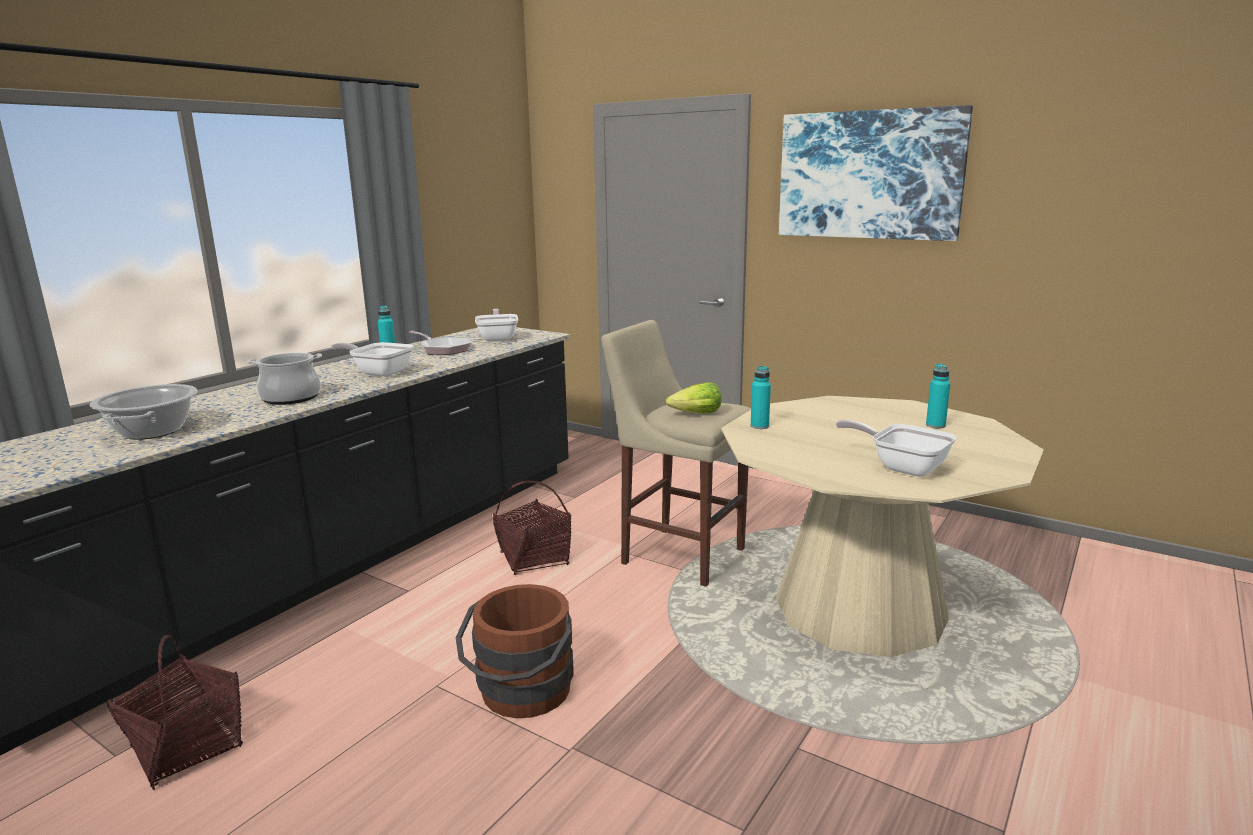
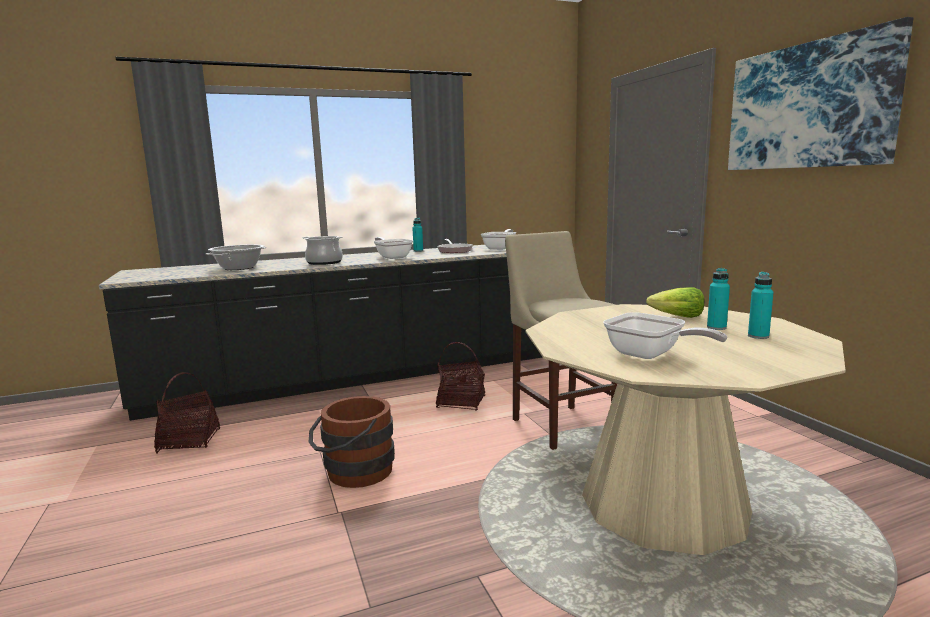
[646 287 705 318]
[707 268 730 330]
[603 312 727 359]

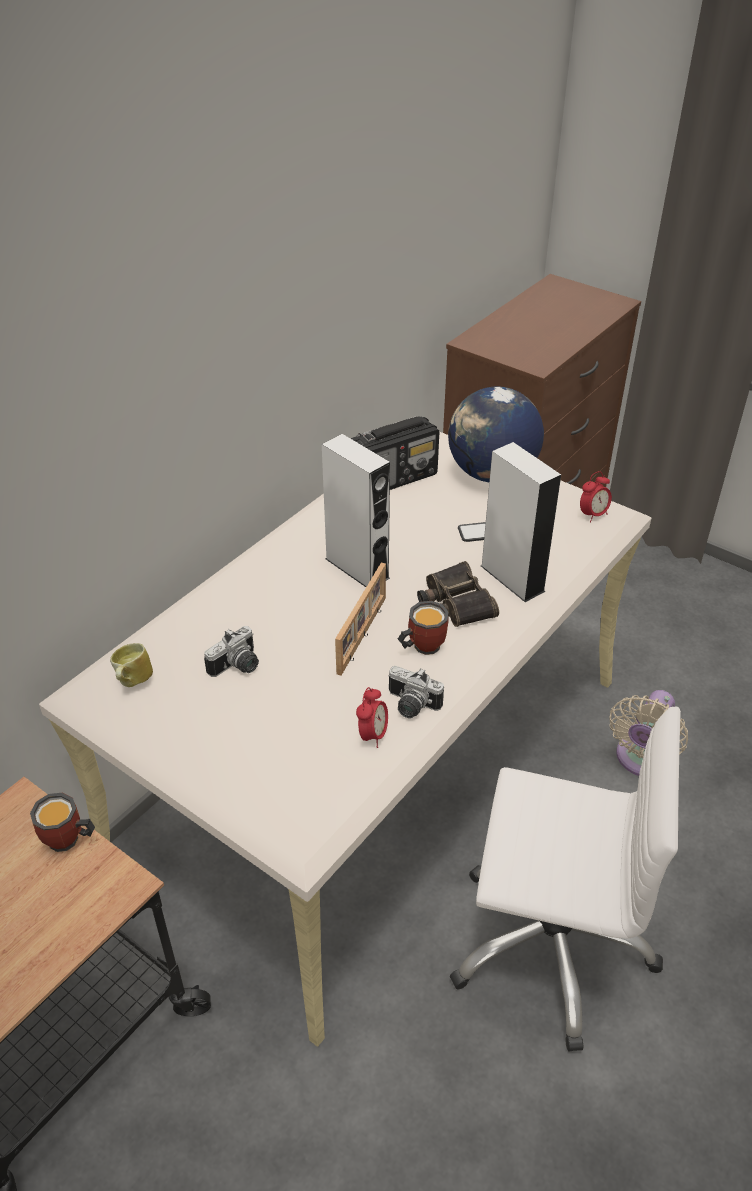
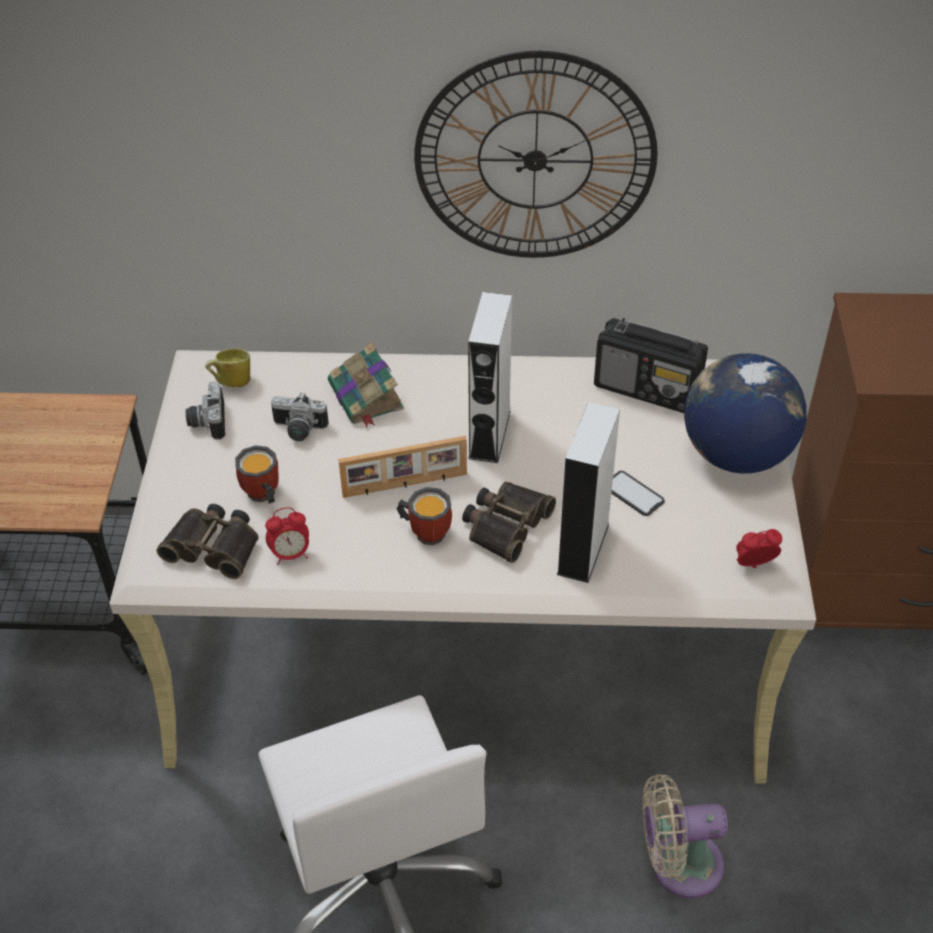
[235 445 279 504]
[186 382 225 440]
[736 529 782 568]
[156 504 259 579]
[328 343 404 428]
[414 51 658 258]

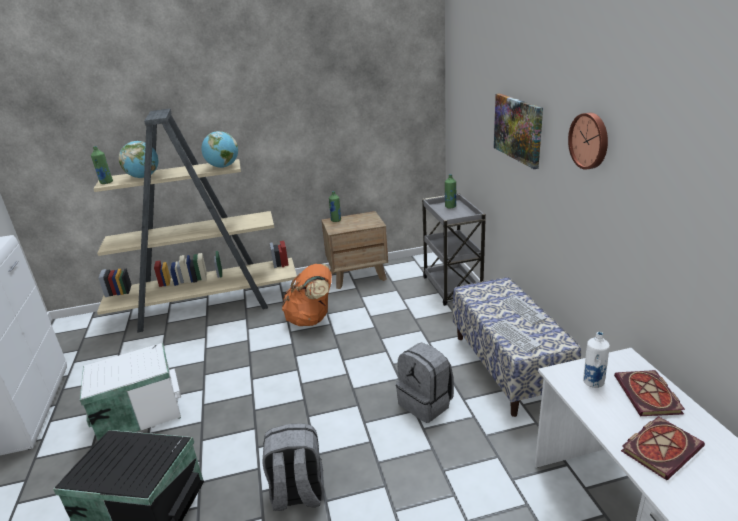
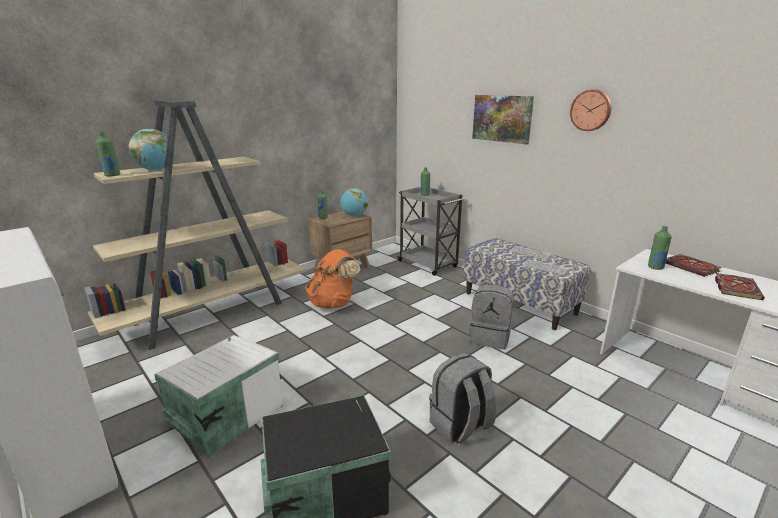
[340 189 368 217]
[648 226 672 270]

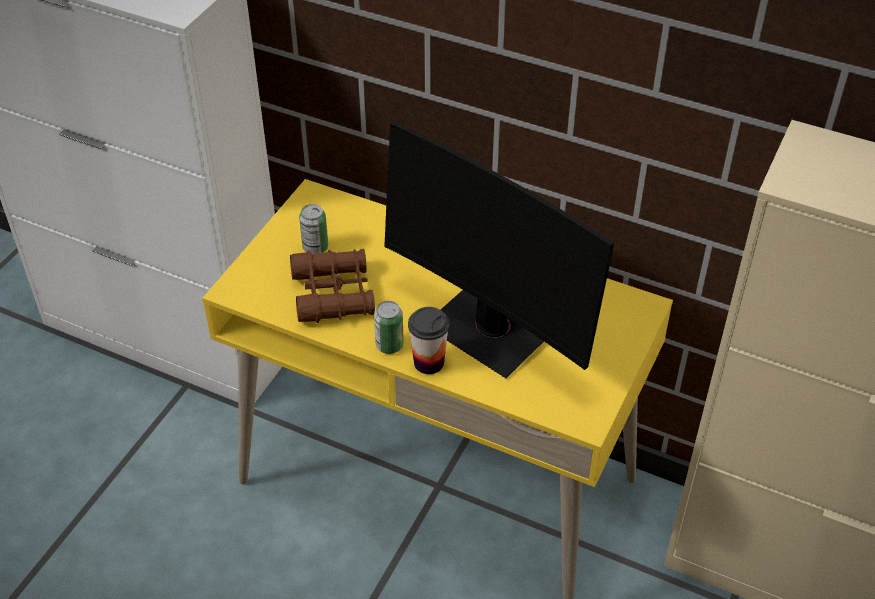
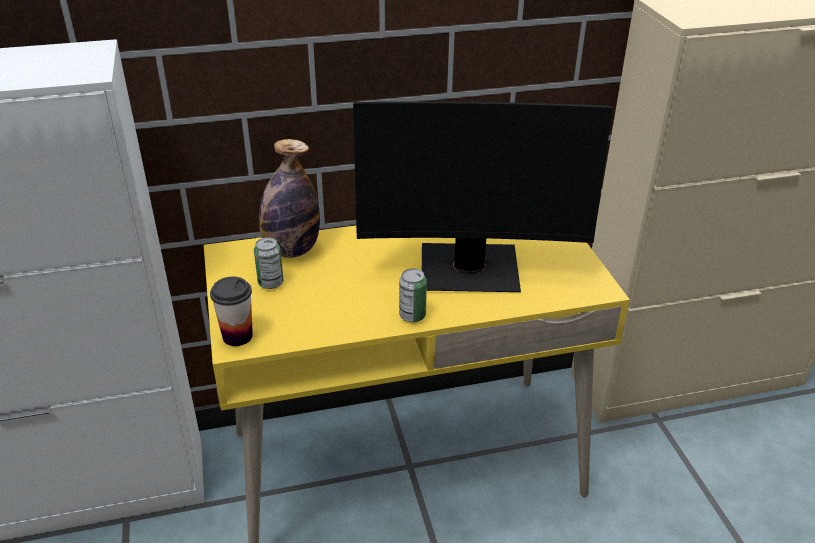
[290 249 375 323] (first image)
[210 276 253 346]
[259 139 320 258]

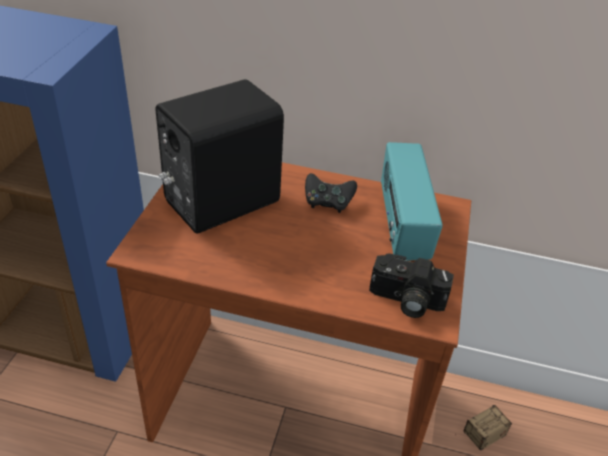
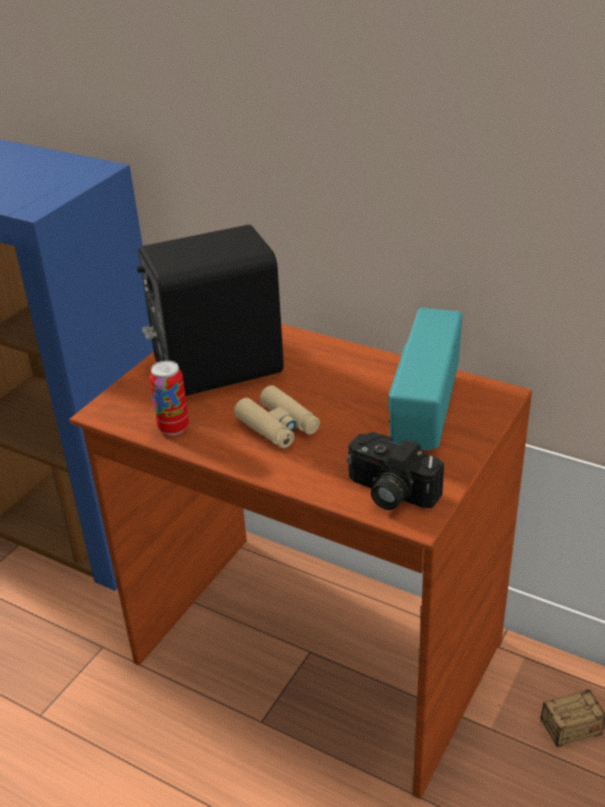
[305 173 357 213] (first image)
[150 360 189 435]
[234 385 320 448]

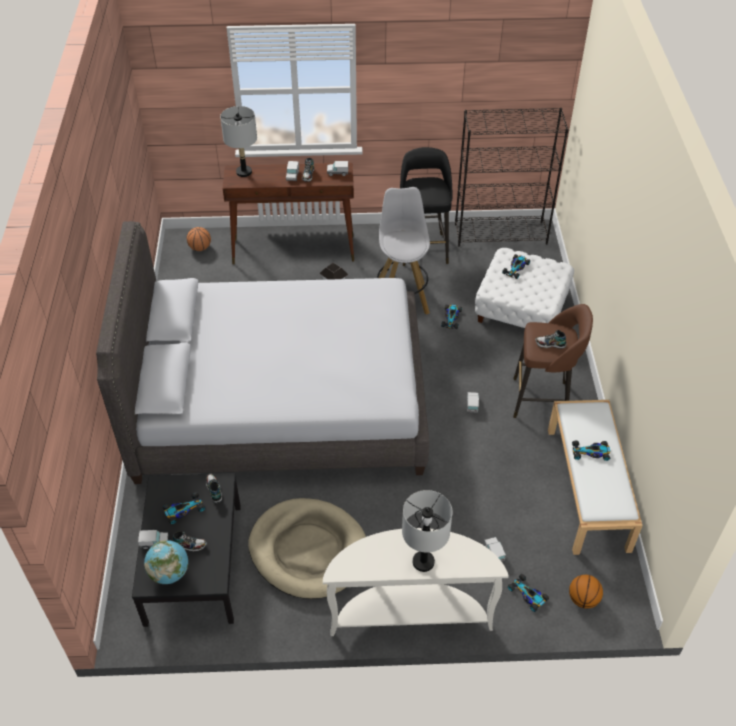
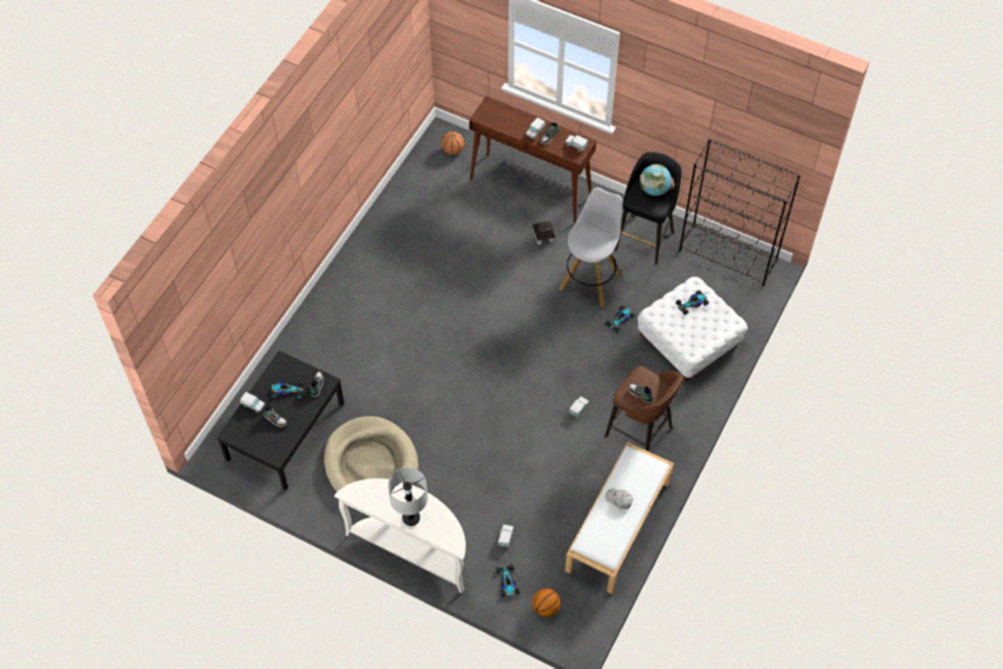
[96 221 430 484] (first image)
[640 164 671 196]
[220 106 257 177] (first image)
[605 489 633 509]

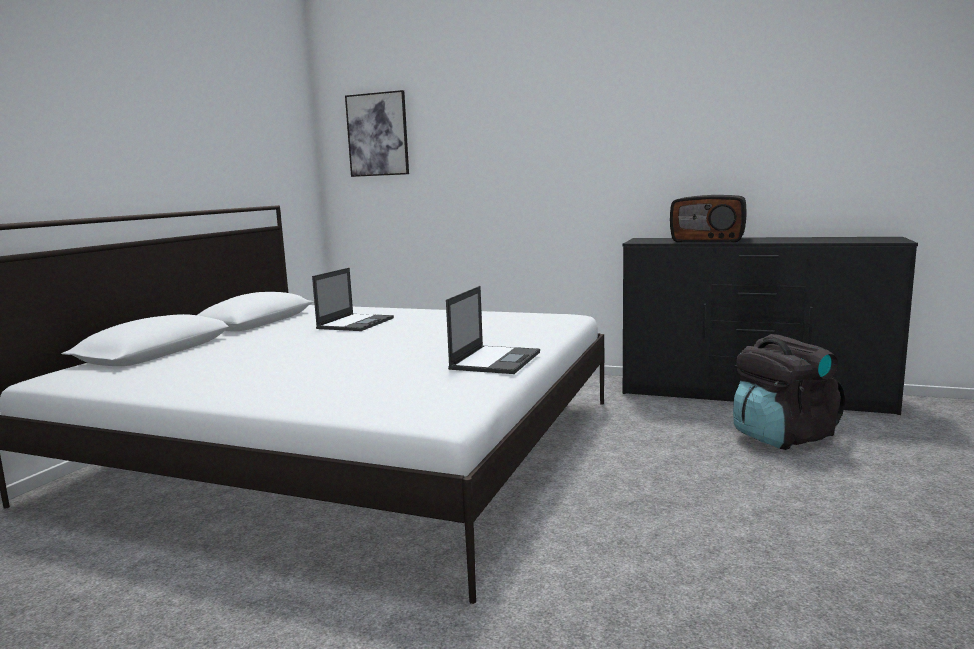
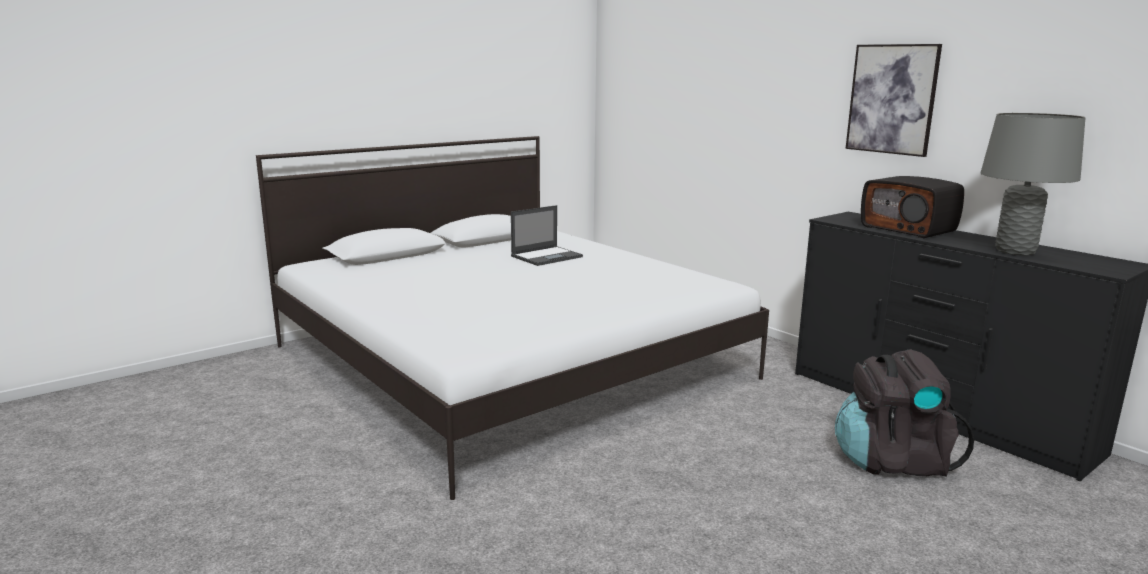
[846 44 942 157]
[446 286 540 374] (first image)
[981 113 1086 255]

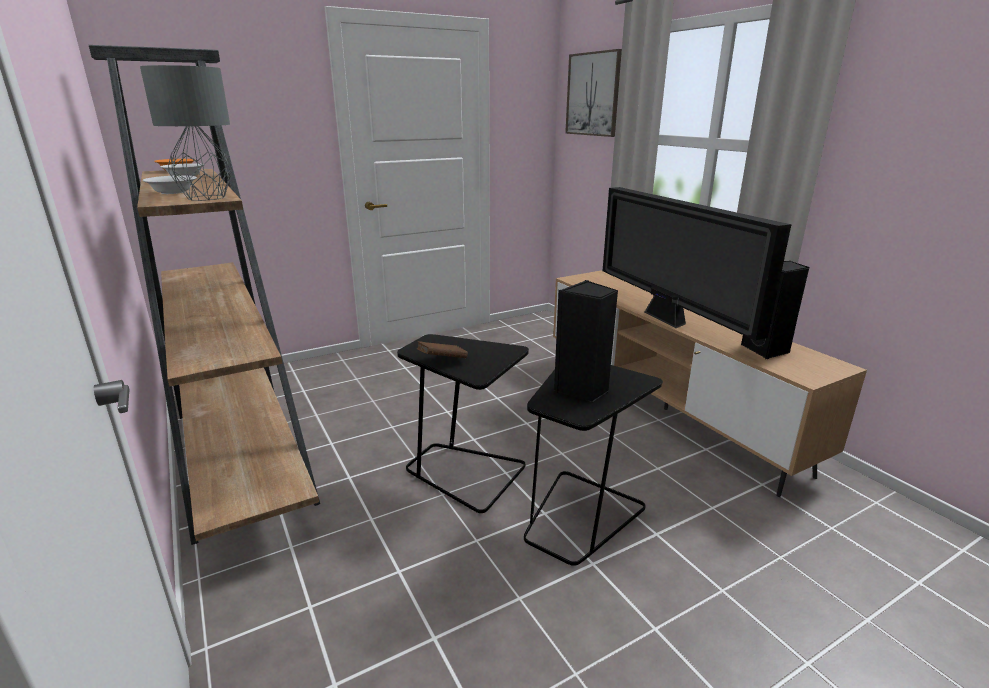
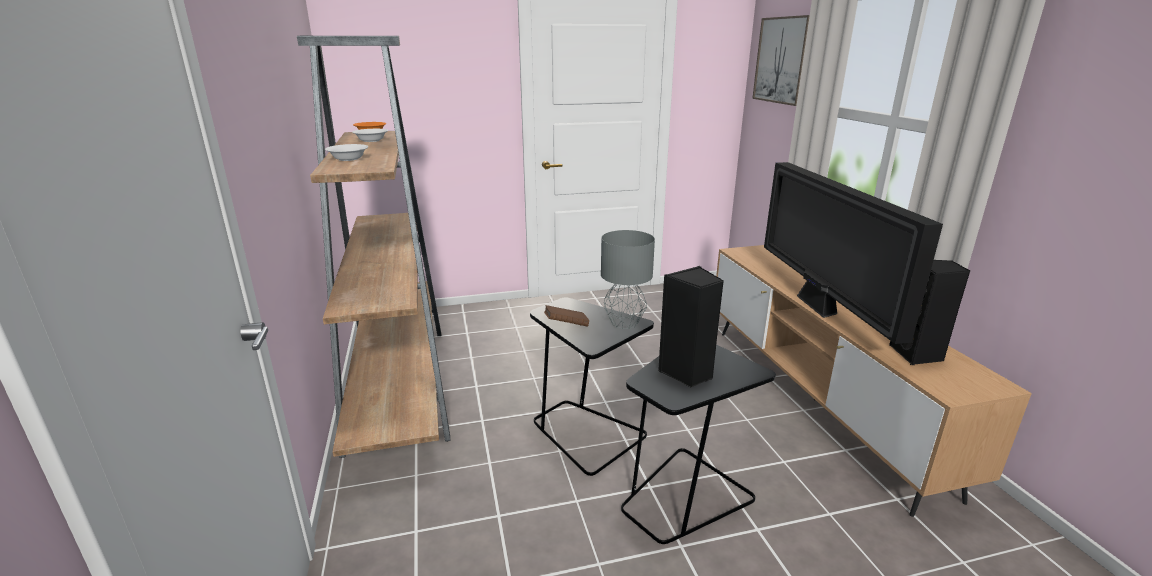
[601 230 655 329]

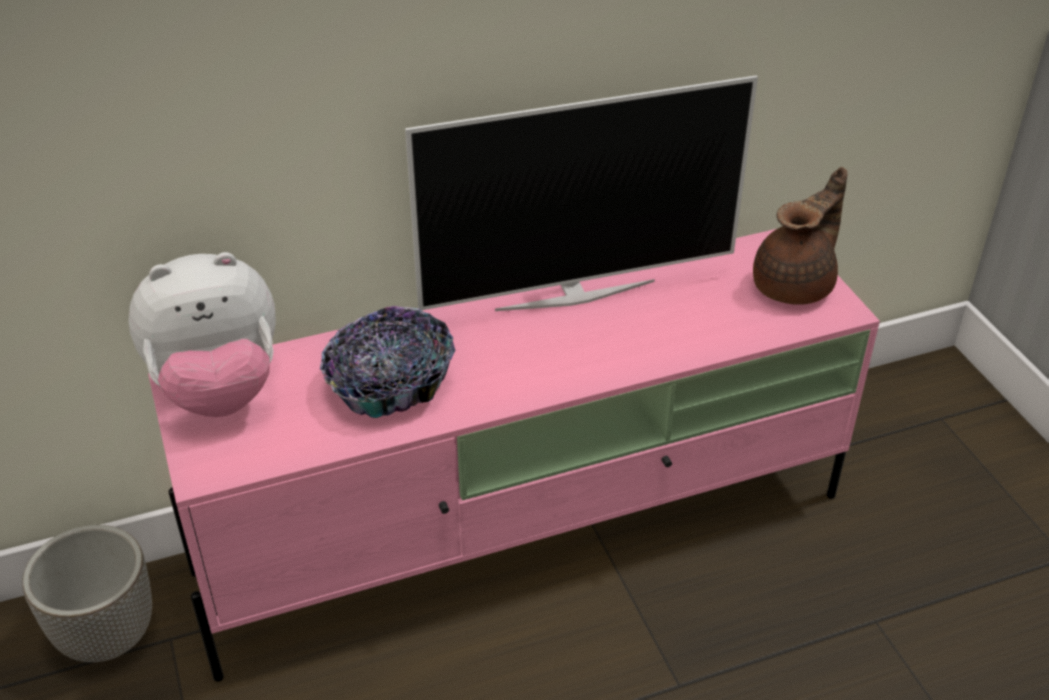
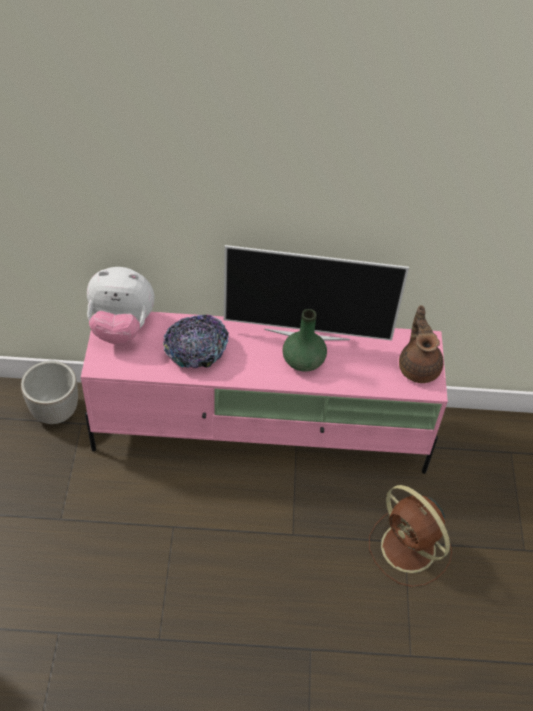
[399 305 443 383]
[282 309 327 372]
[369 485 452 587]

